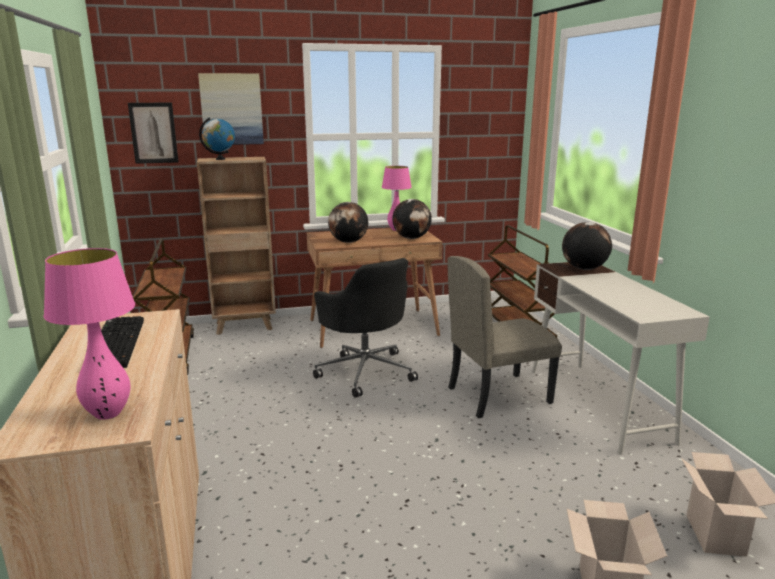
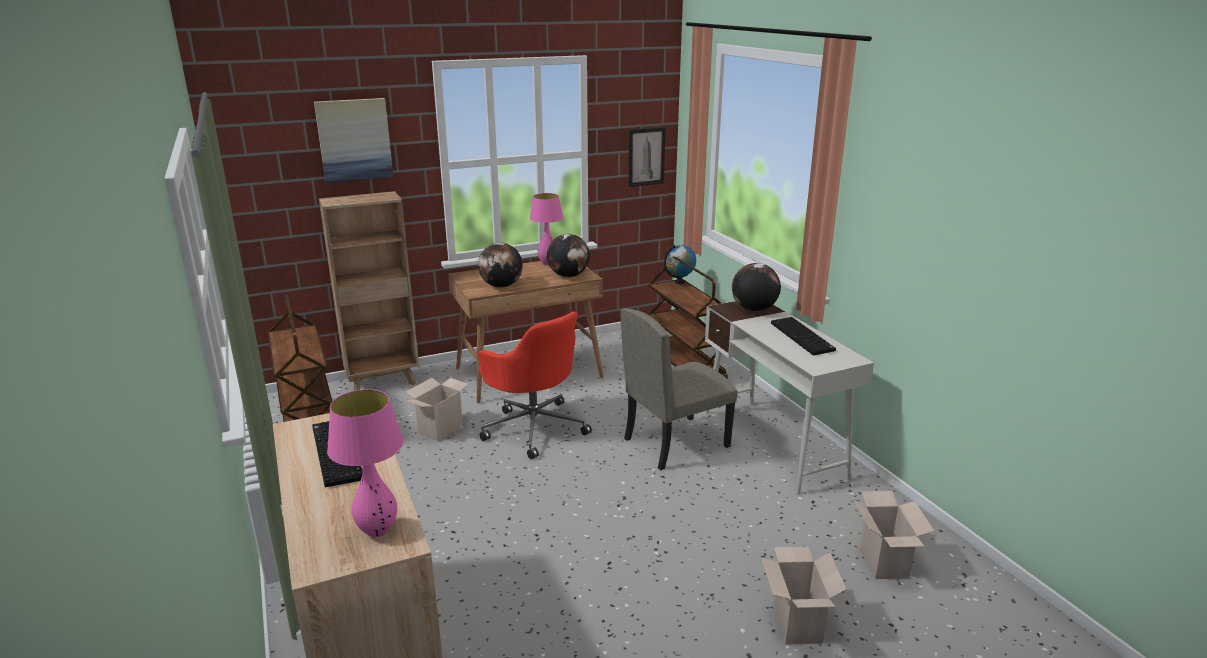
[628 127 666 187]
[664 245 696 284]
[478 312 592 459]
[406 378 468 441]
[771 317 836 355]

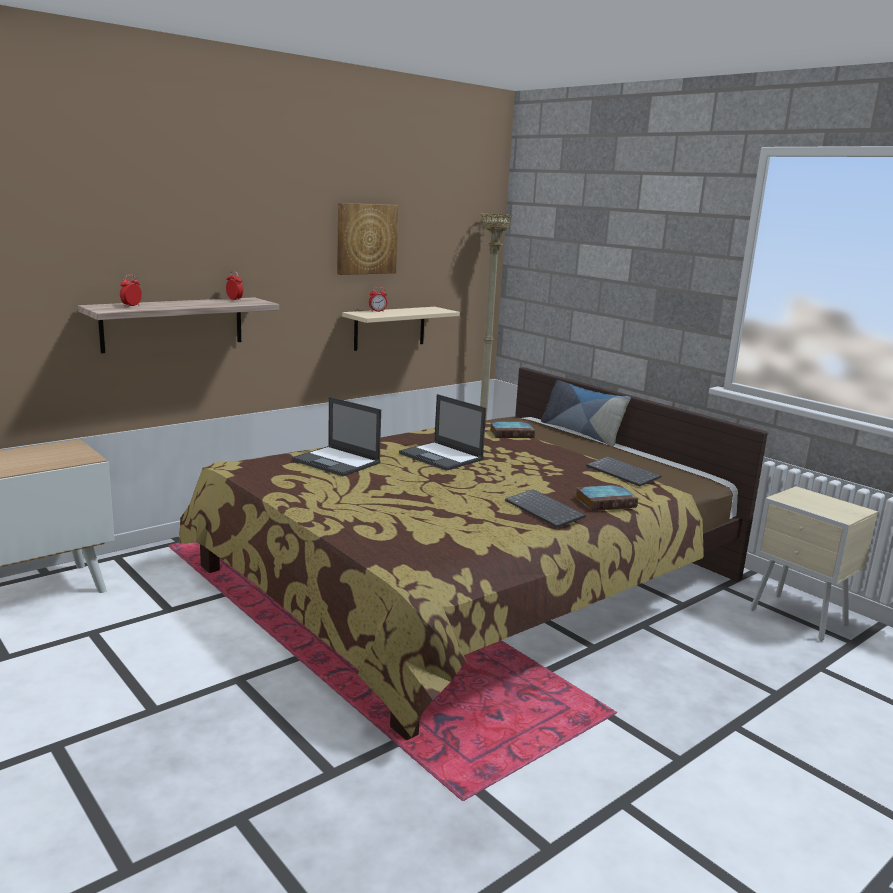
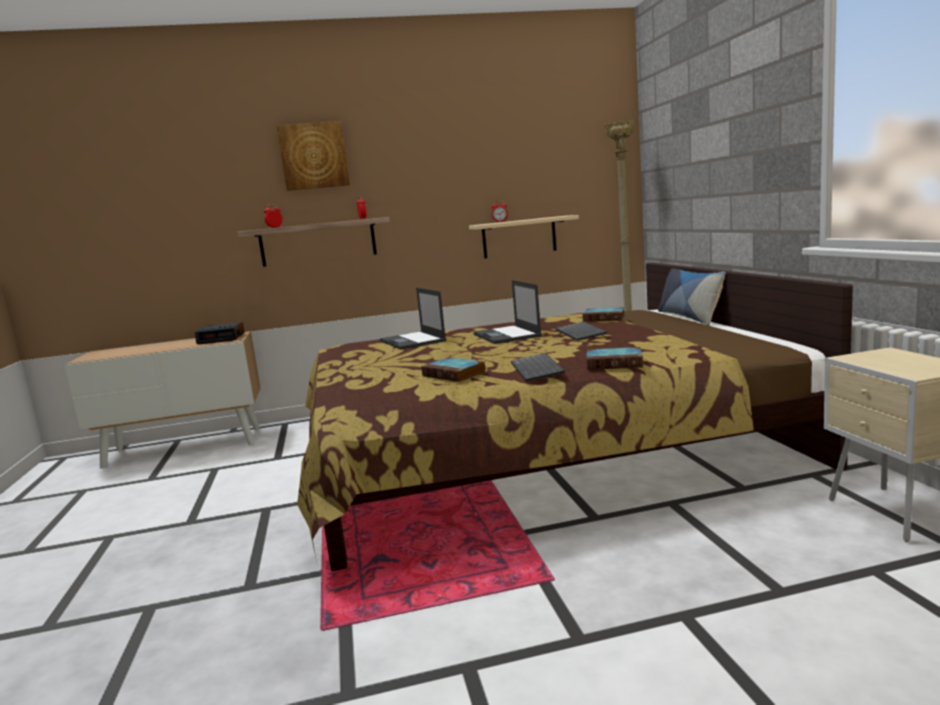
[277 121 350 191]
[555 322 607 341]
[195 322 244 345]
[421 357 486 382]

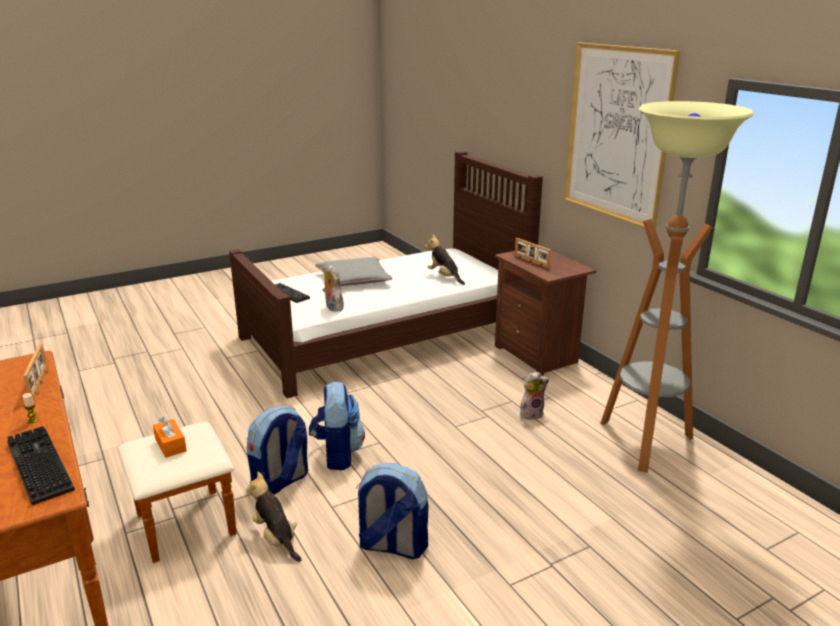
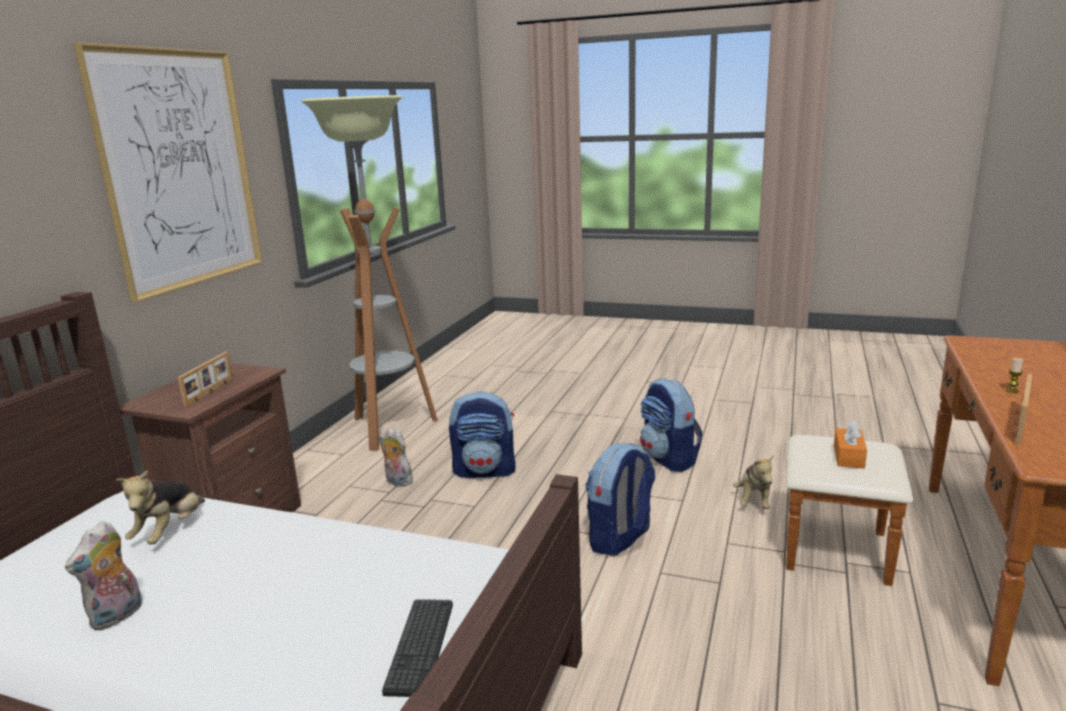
[7 426 75 505] (first image)
[449 391 516 478]
[315 257 393 286] (first image)
[65 521 142 631]

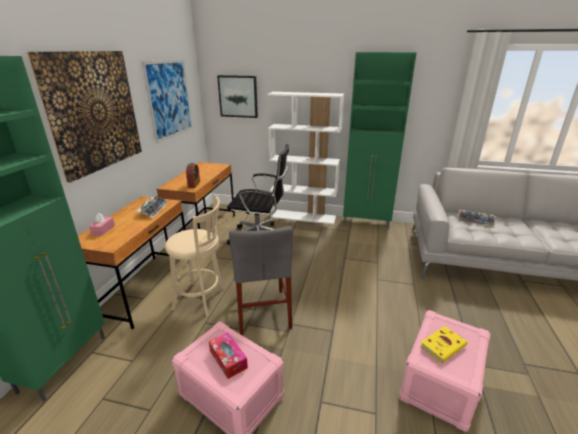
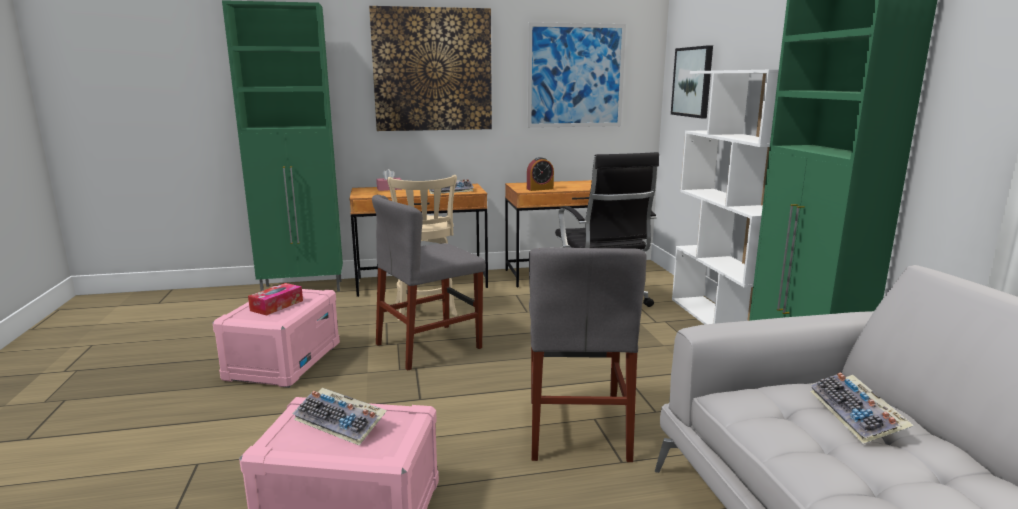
[292 388 387 446]
[529 247 647 462]

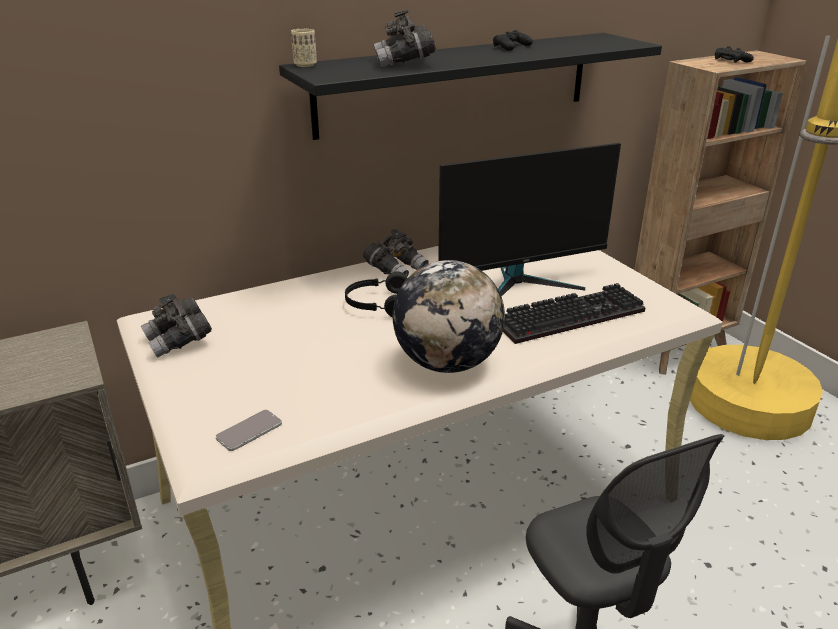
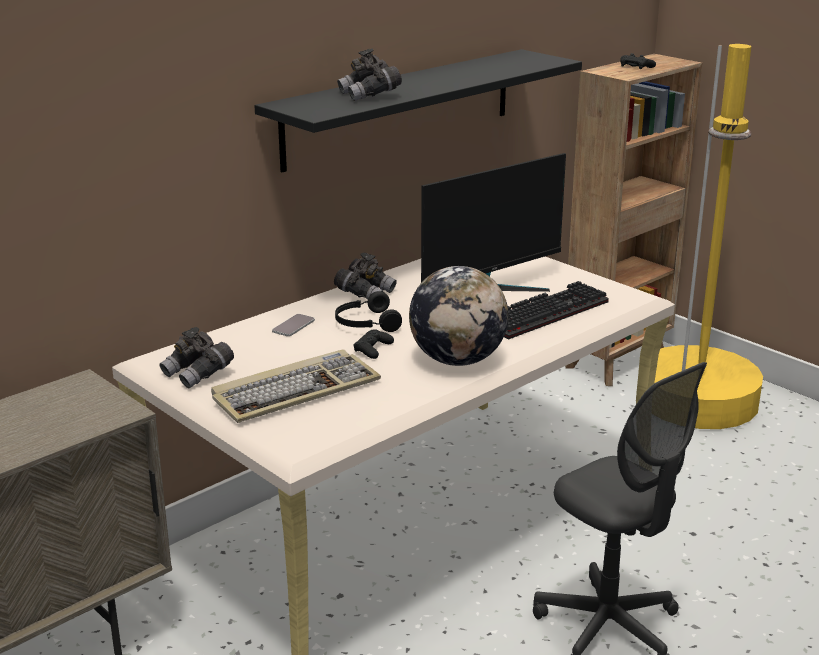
[272 314 315 336]
[291 29 317 67] (first image)
[354 329 394 359]
[211 349 381 423]

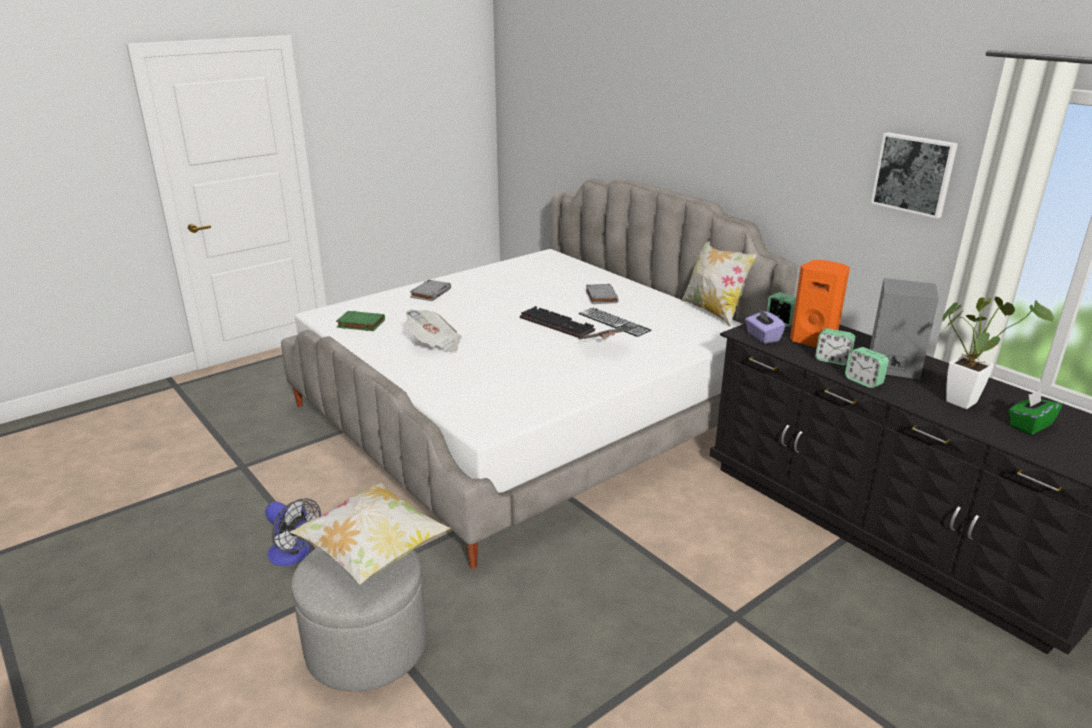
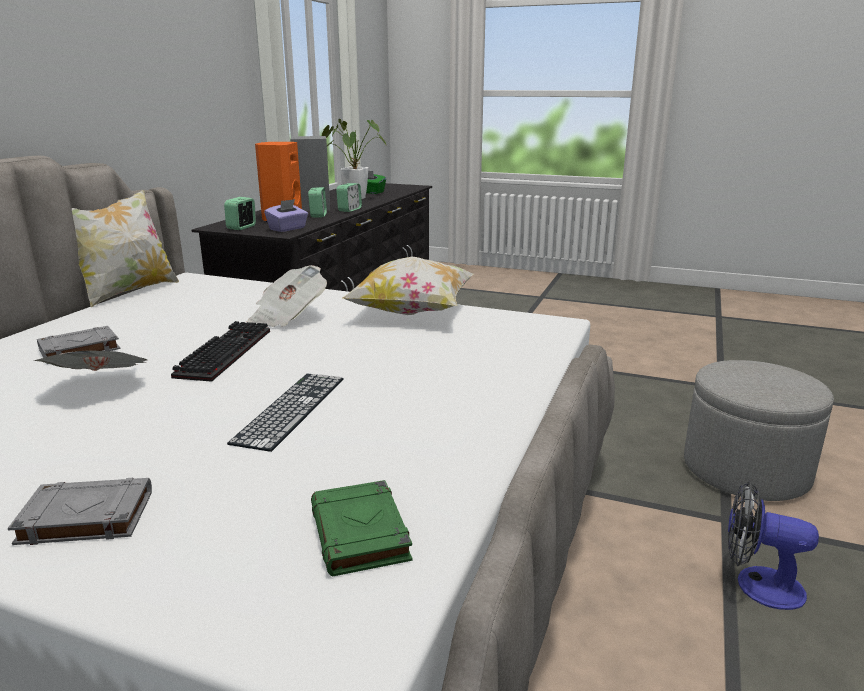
[728 482 819 610]
[342 257 474 315]
[33 350 147 371]
[227 374 344 452]
[871 132 958 219] (first image)

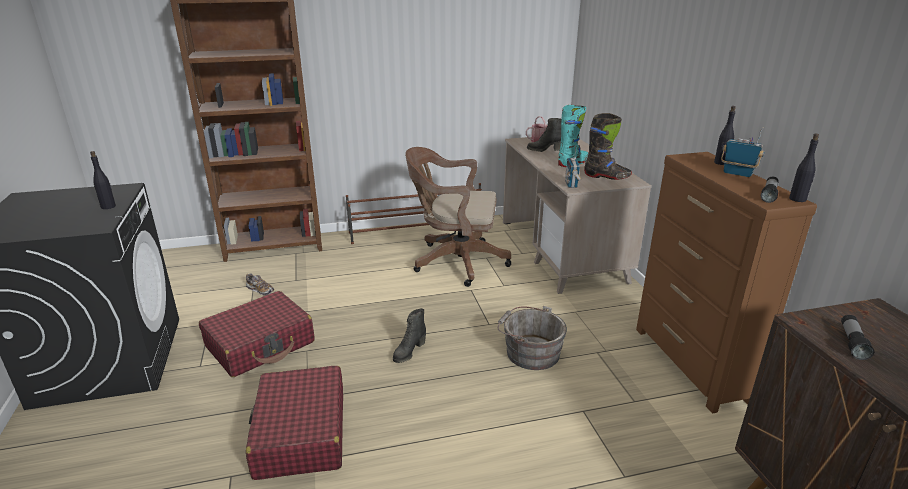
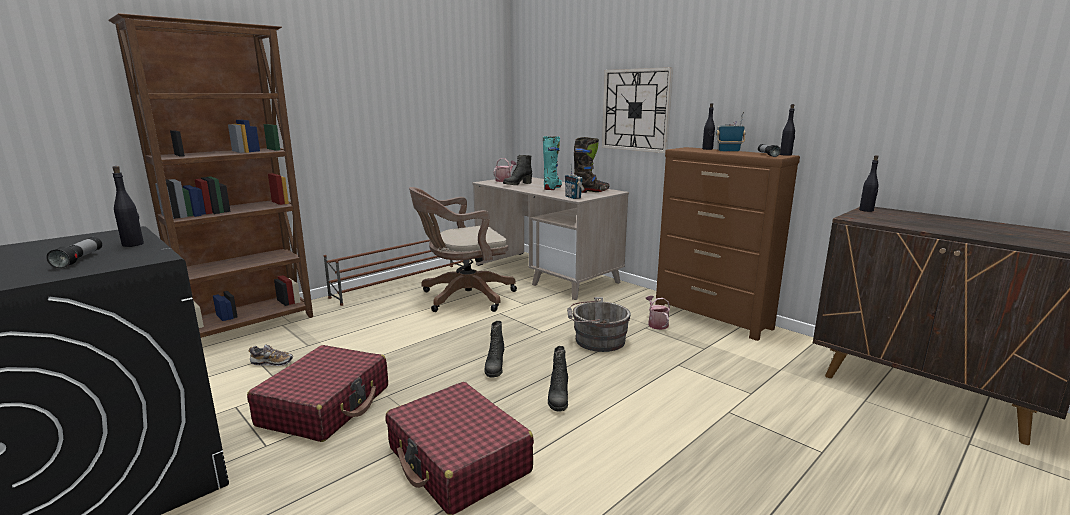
[46 237 102 269]
[548 346 568 412]
[602 67 673 153]
[646 296 670 330]
[859 155 879 212]

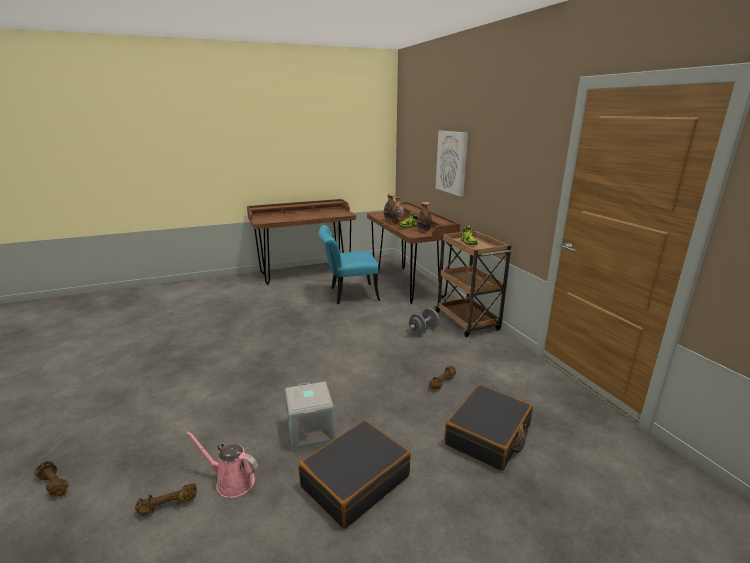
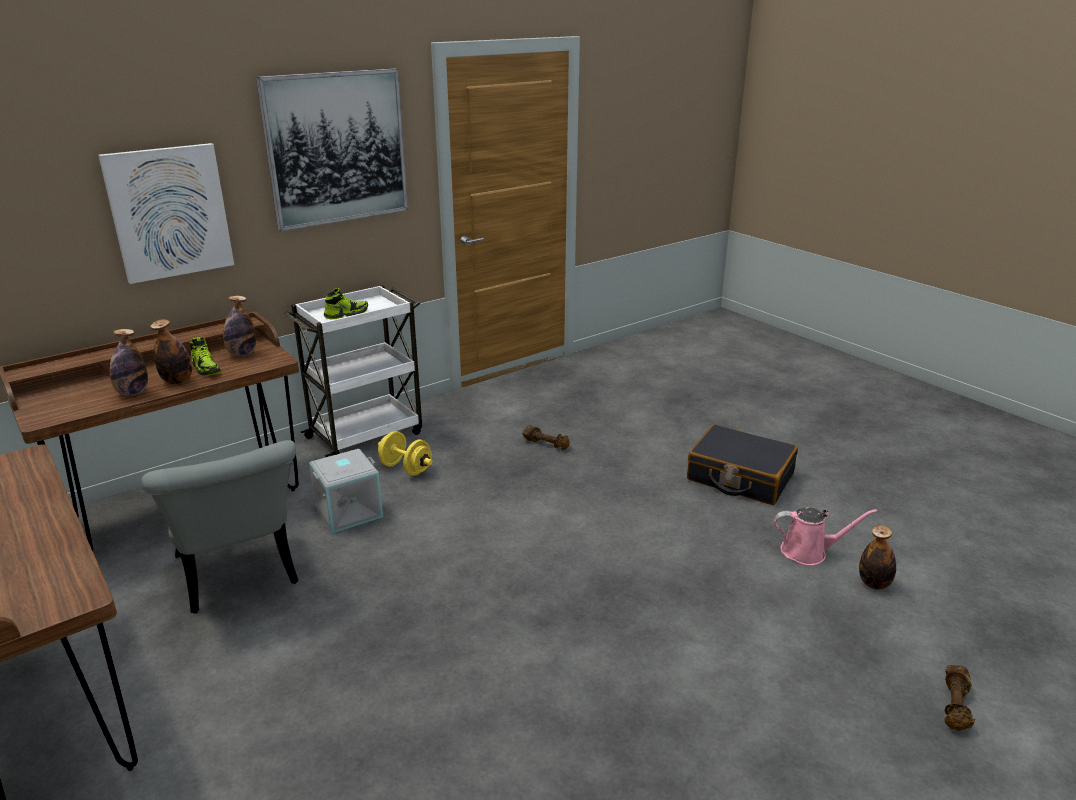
[859 525 896 589]
[774 507 877 565]
[309 449 383 533]
[141 440 299 614]
[378 431 433 476]
[284 285 422 457]
[445 385 533 471] (first image)
[256 68 408 231]

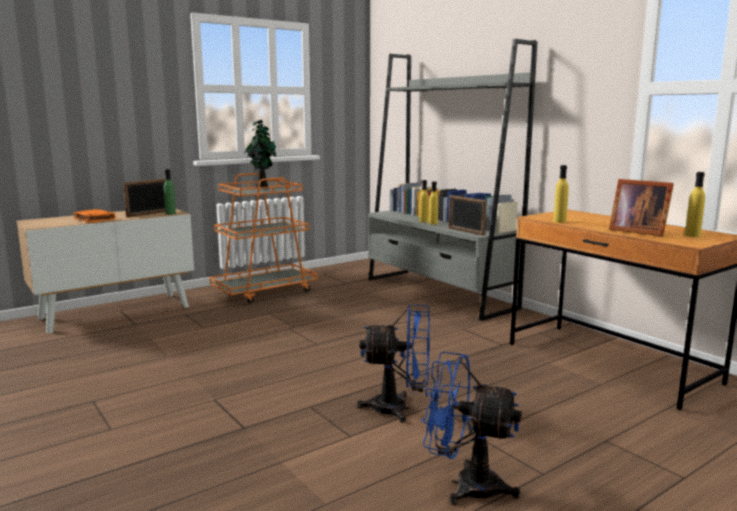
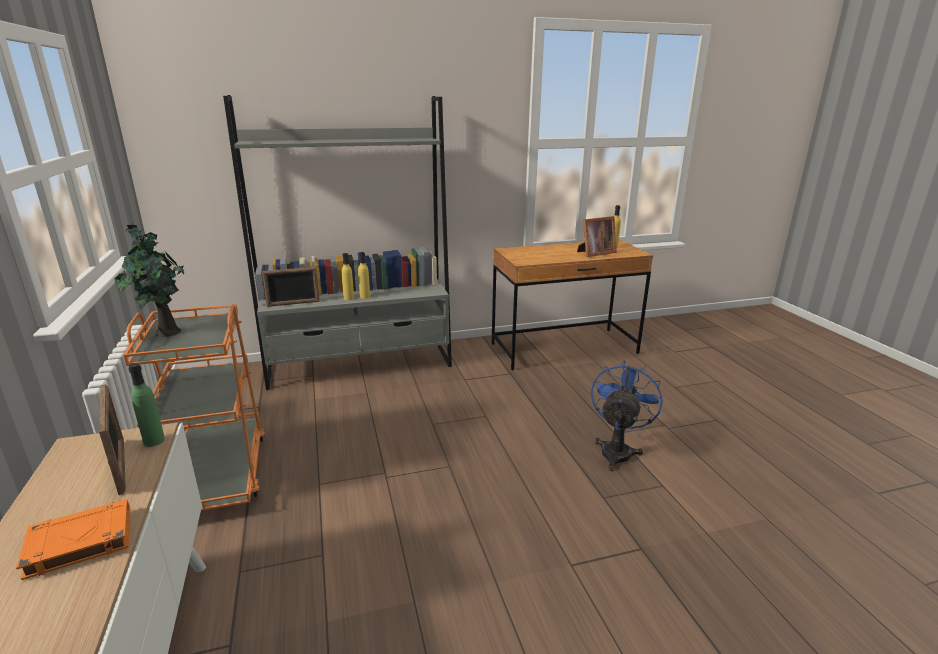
[421 352 522 505] (first image)
[262 267 320 307]
[553 165 569 223] (first image)

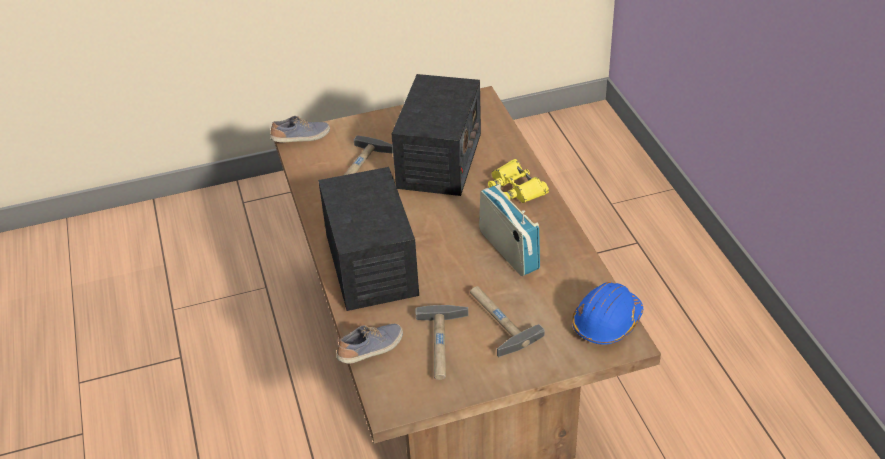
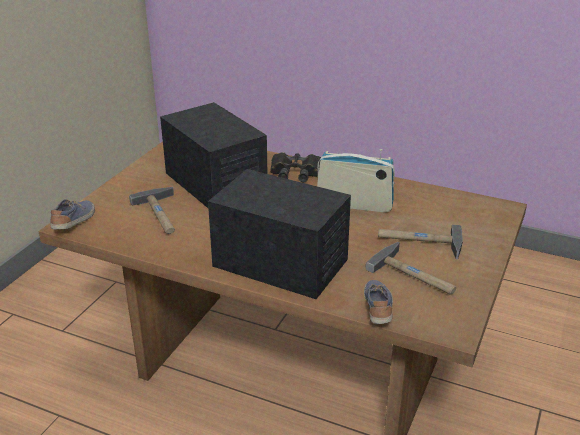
[270 152 321 182]
[572 282 643 345] (first image)

